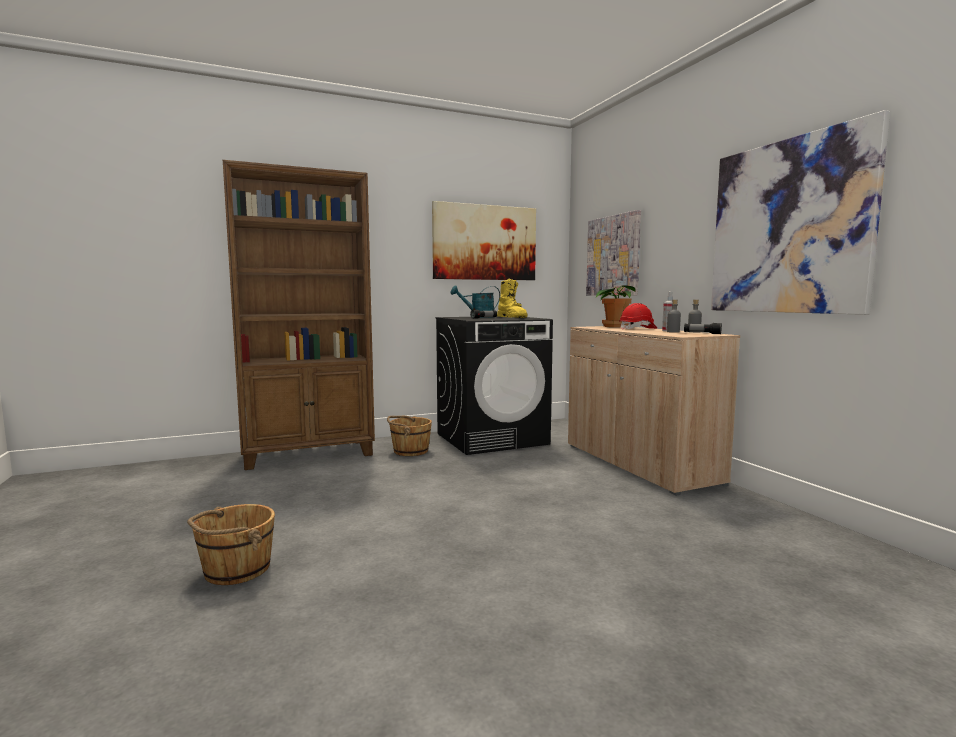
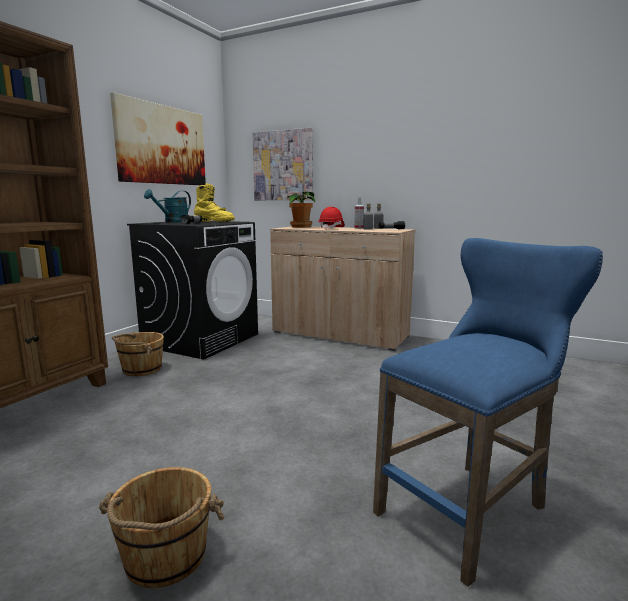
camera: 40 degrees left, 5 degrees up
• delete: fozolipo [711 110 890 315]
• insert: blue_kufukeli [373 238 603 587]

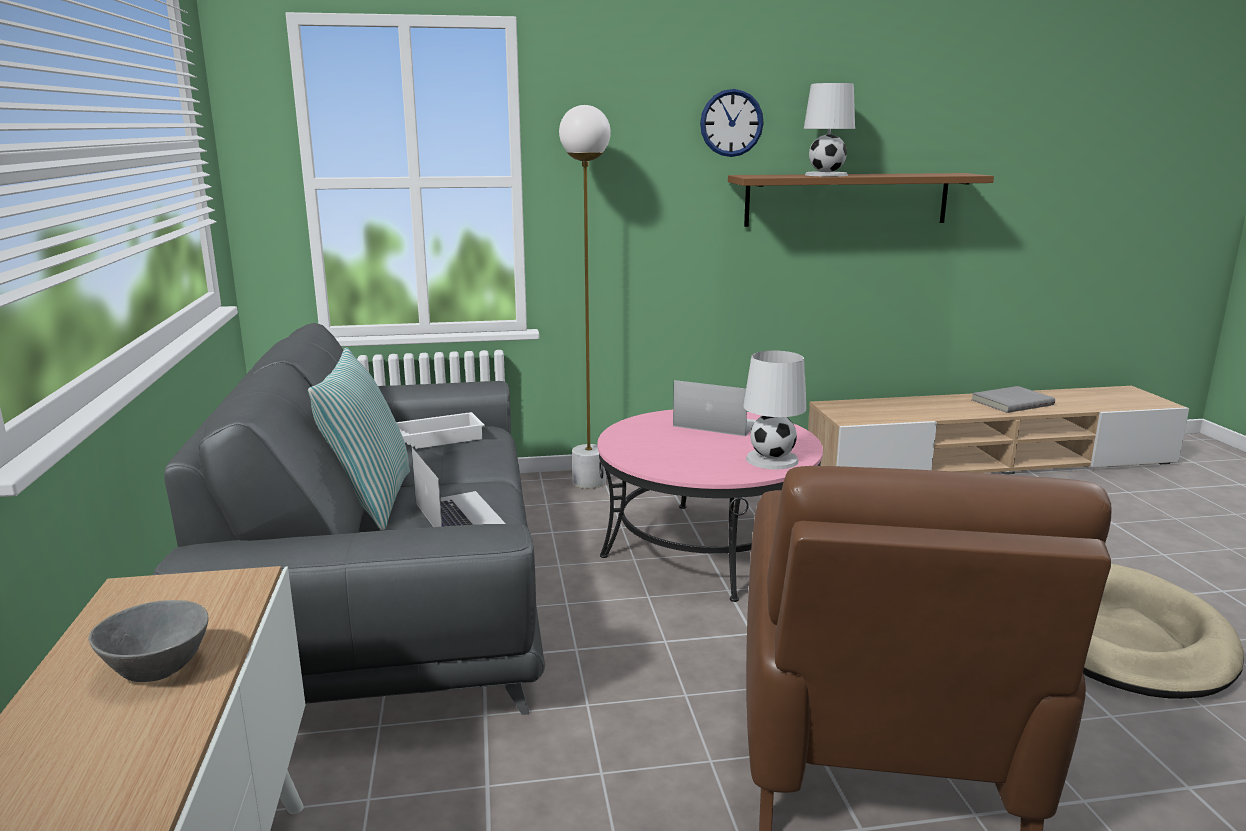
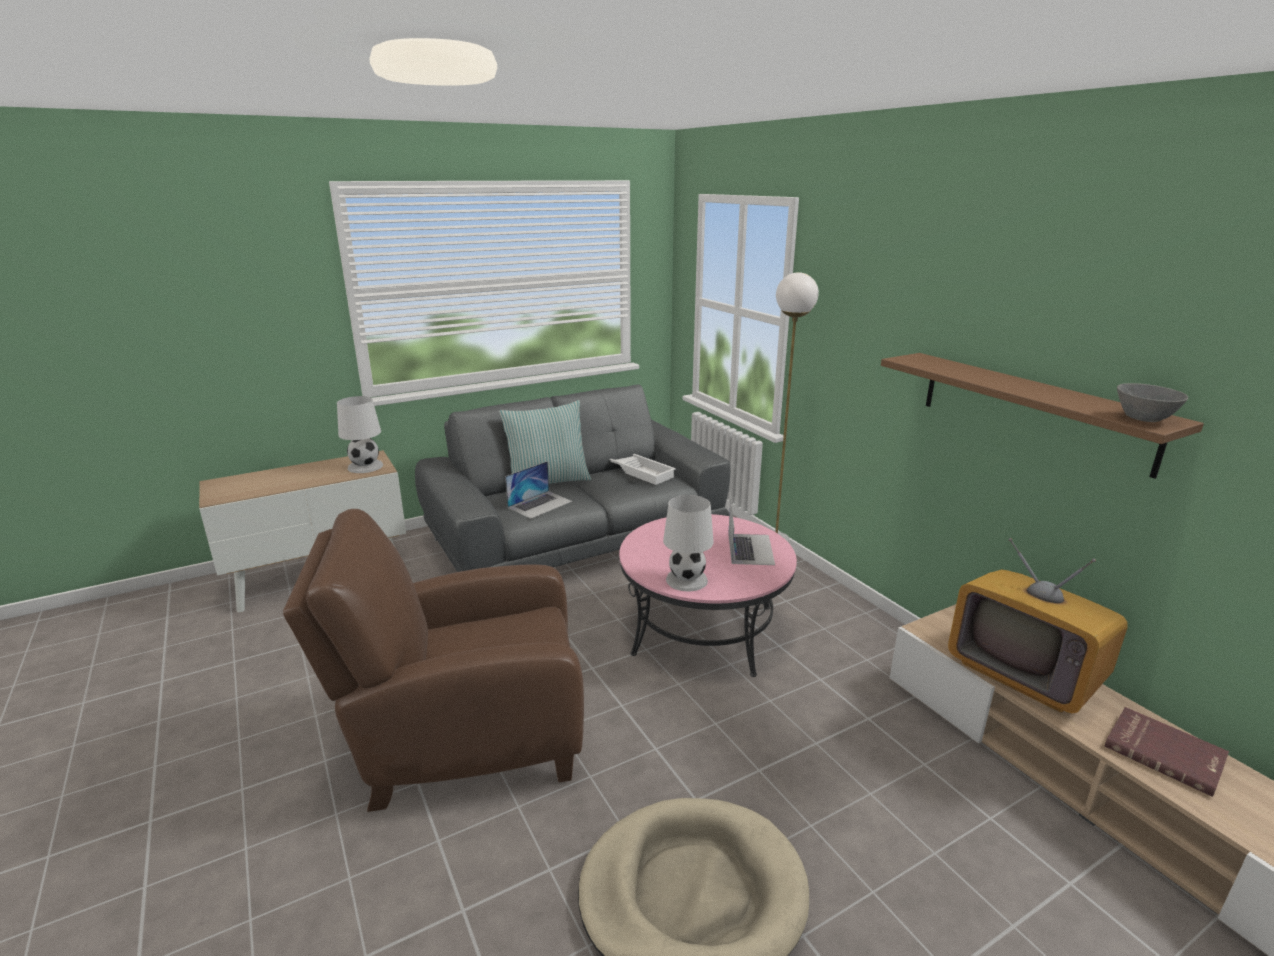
camera: 70 degrees right, 5 degrees up
• move: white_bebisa [804 83 855 177] to [337 396 383 473]
• delete: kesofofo [700 89 764 157]
• recolor: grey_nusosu [972 386 1055 413] to red_nusosu [1105 707 1229 797]
• move: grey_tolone [88 600 209 682] to [1117 383 1188 422]
• insert: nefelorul [948 538 1128 713]

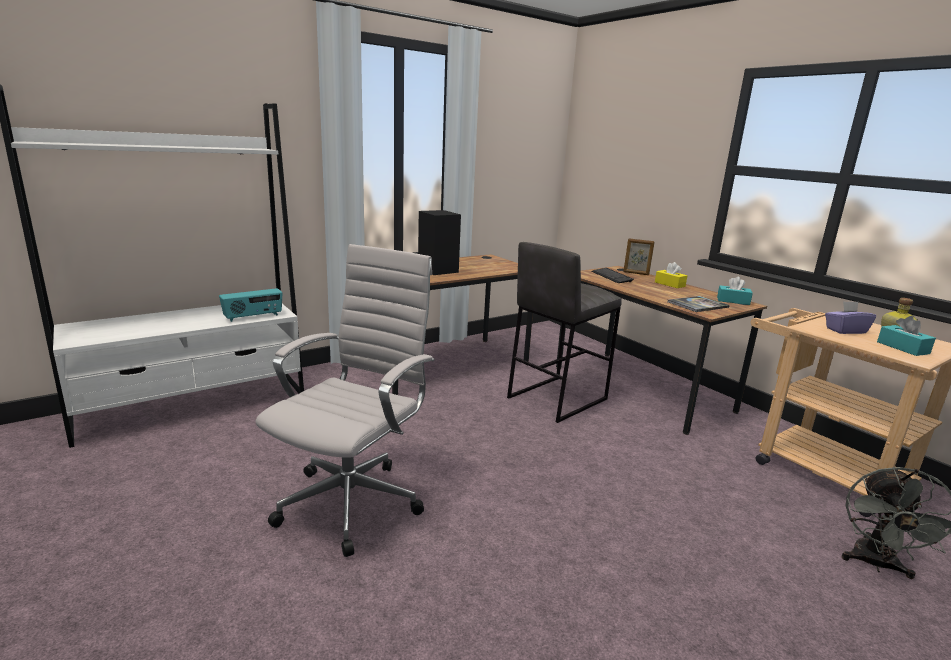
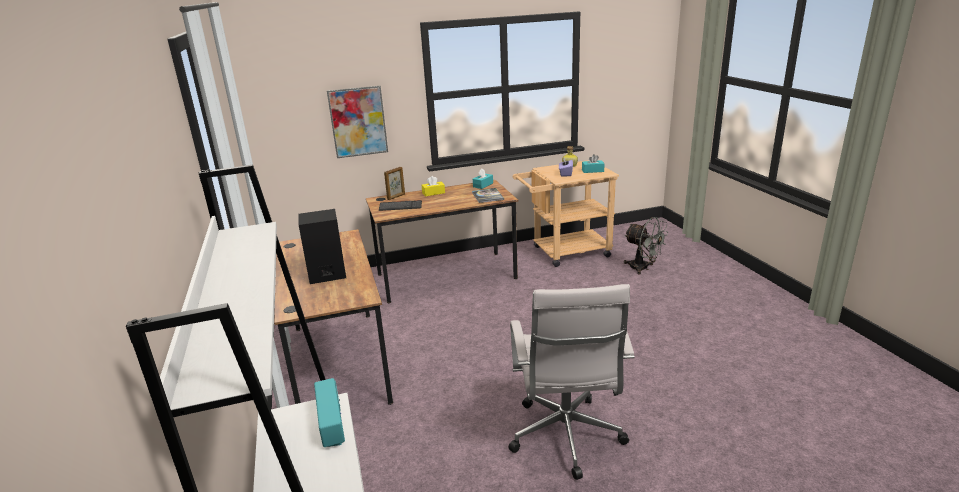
camera: 70 degrees left, 5 degrees up
• delete: grey_kufukeli [507 242 622 423]
• rotate: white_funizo [256 244 434 557] = [509 284 634 480] 135 degrees counterclockwise
• insert: fozolipo [327 86 388 158]

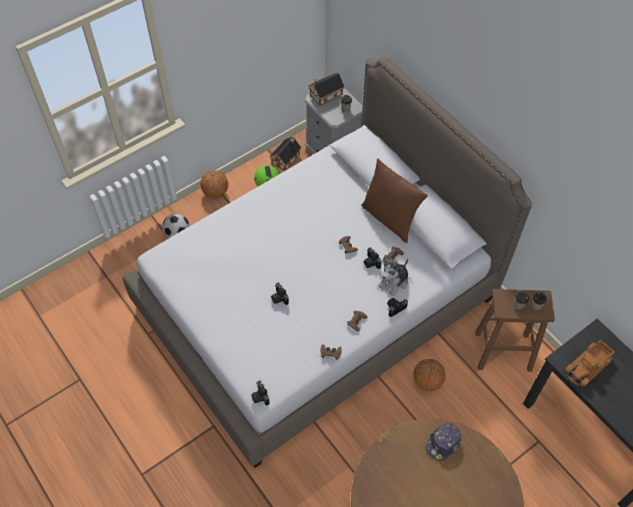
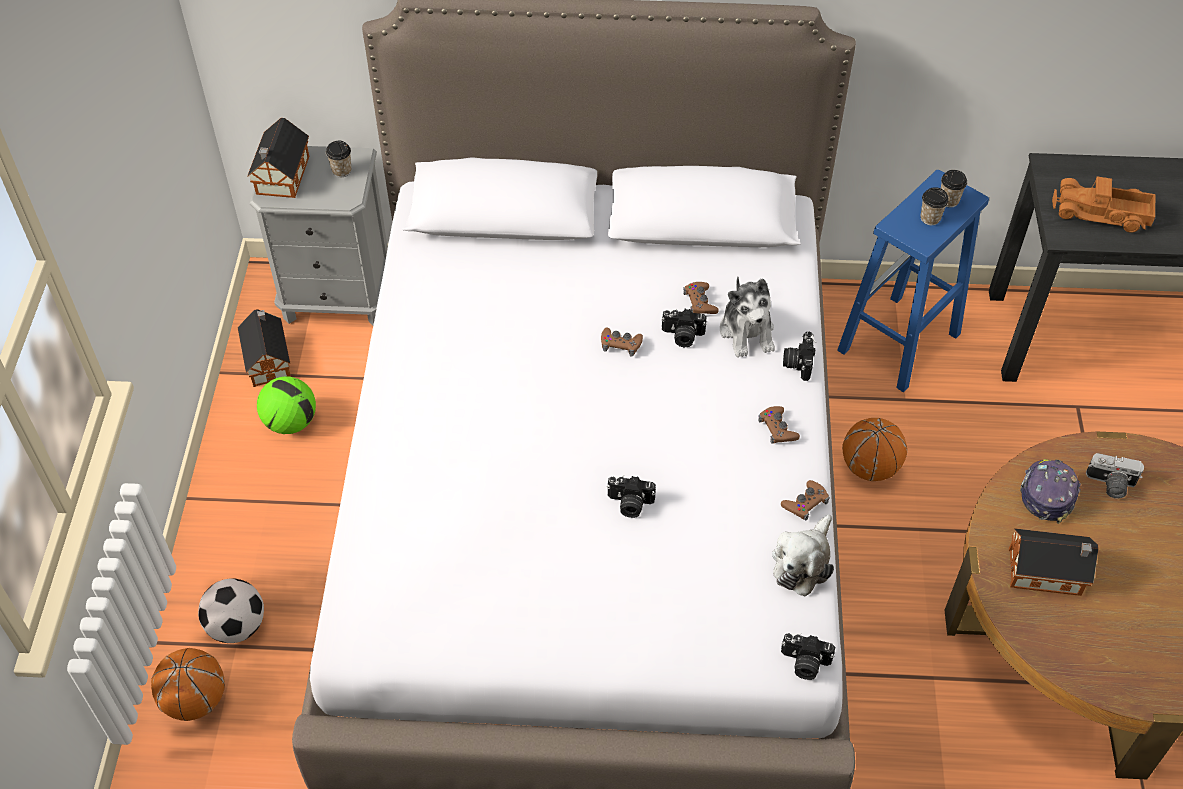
camera: 50 degrees left, 5 degrees down
• delete: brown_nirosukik [361 158 428 243]
• move: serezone [200 170 228 198] to [151 648 225 721]
• recolor: brown_kufukeli [475 289 555 372] to blue_kufukeli [837 170 989 392]
• rotate: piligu [565 340 615 387] = [1052 176 1155 233] 105 degrees clockwise
• rotate: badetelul [426 423 461 461] = [1020 459 1081 524] 150 degrees counterclockwise
• insert: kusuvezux [1086 453 1144 499]
• insert: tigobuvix [772 515 834 596]
• insert: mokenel [1009 528 1099 596]

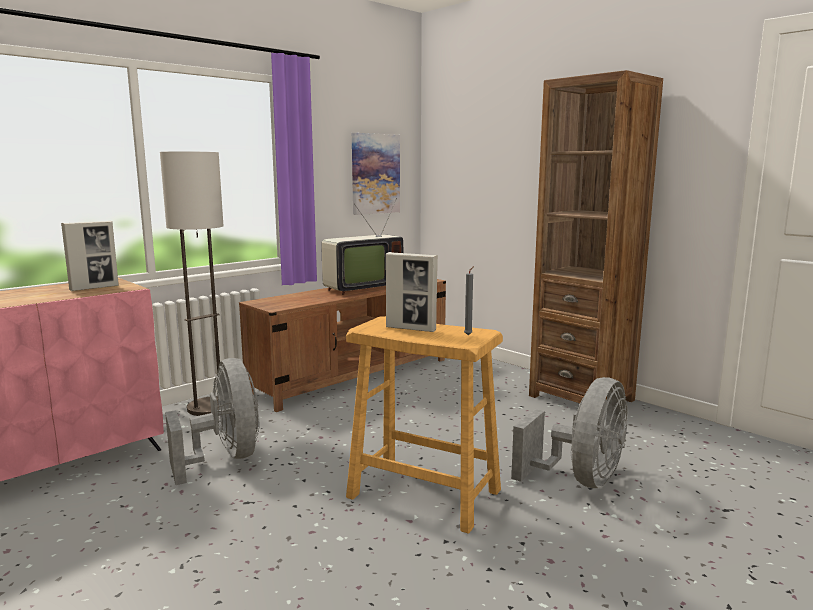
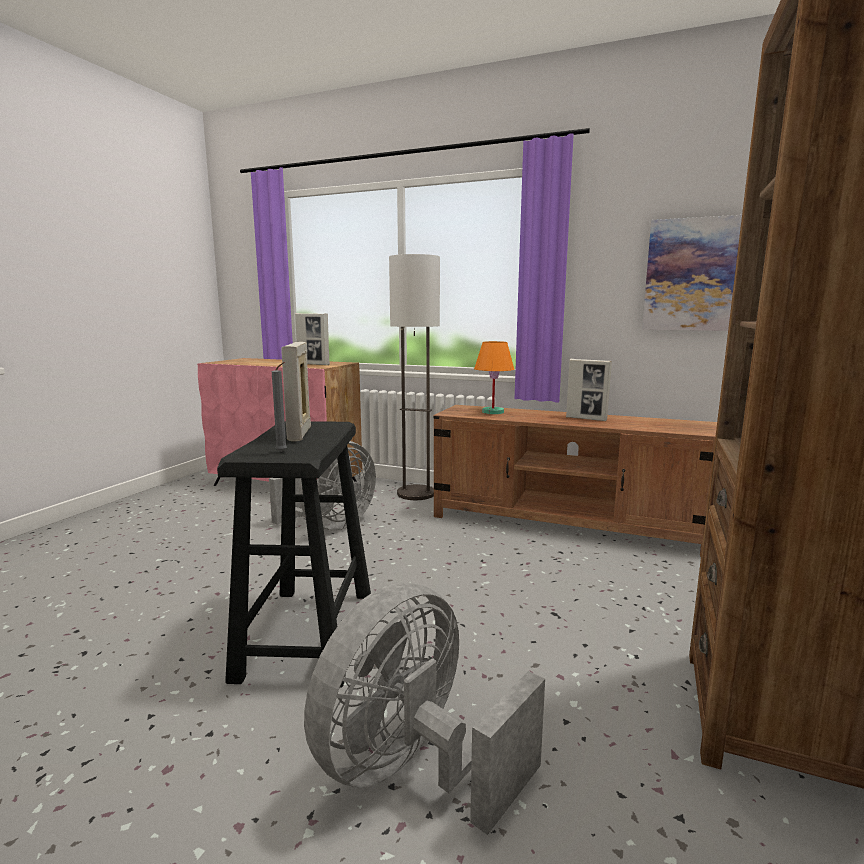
camera: 65 degrees right, 0 degrees up
• replace: nefelorul [321 198 403 295] to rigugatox [566 359 612 421]
• recolor: beige_kufukeli [346 316 503 534] to black_kufukeli [217 421 371 688]
• rotate: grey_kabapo [511 377 628 488] = [304 583 545 835] 120 degrees clockwise
• insert: orange_bebisa [474 341 514 414]

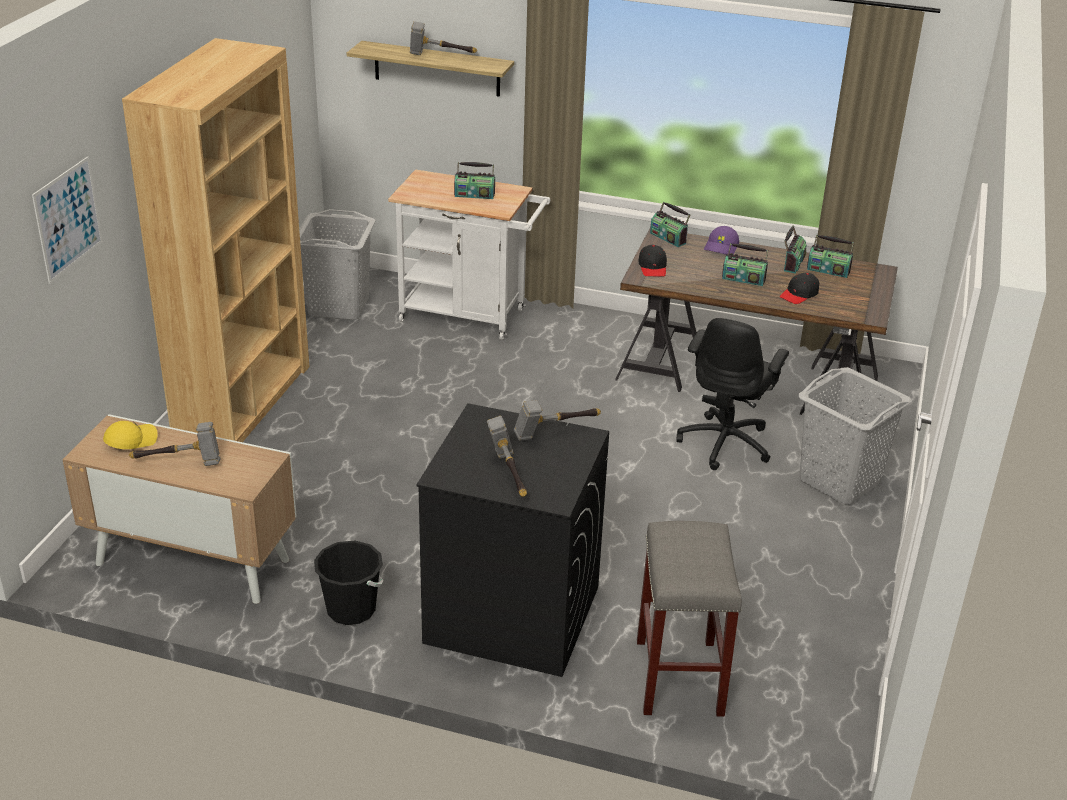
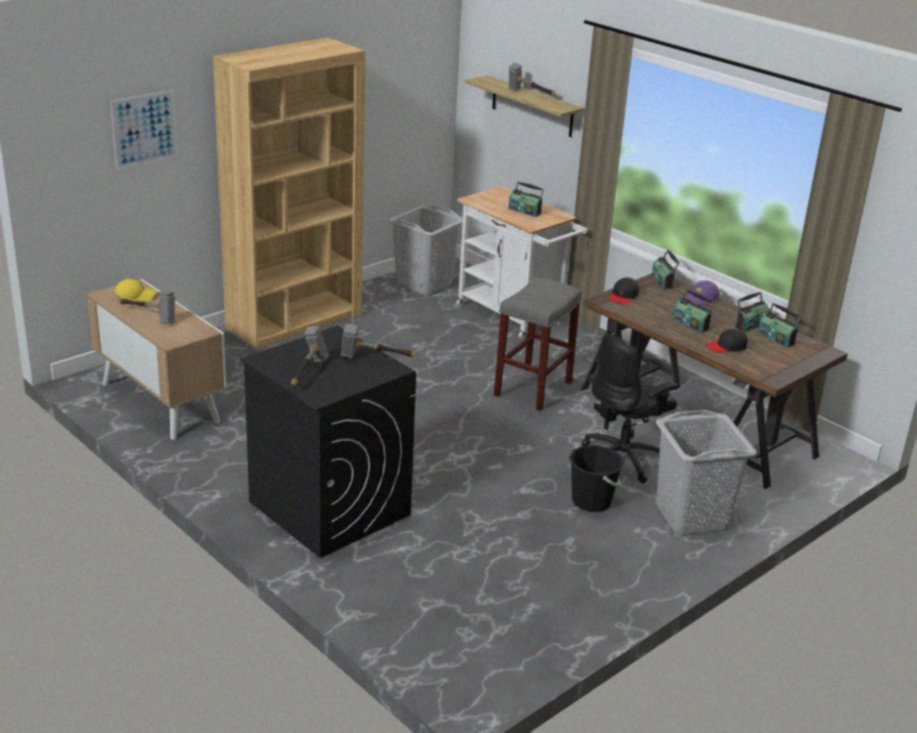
camera: 30 degrees right, 5 degrees down
• move: grey_kufukeli [637 521 742 717] to [494 277 582 411]
• move: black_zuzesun [314 541 384 625] to [569 445 625 512]

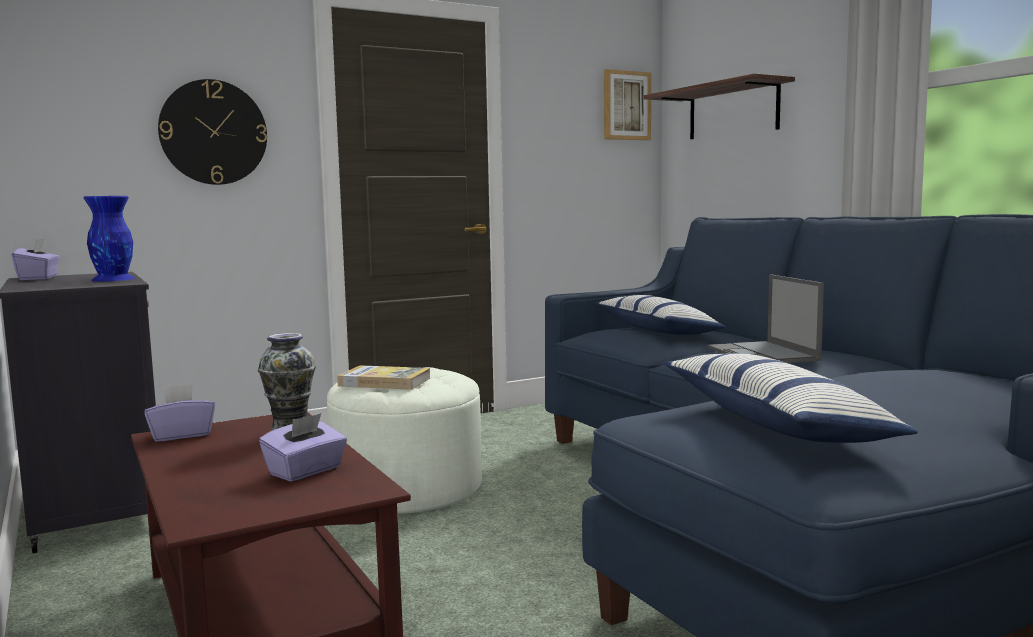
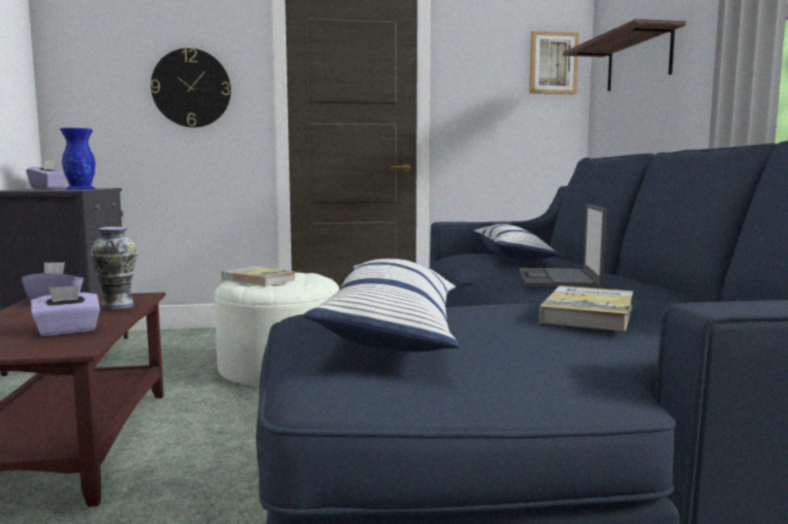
camera: 20 degrees right, 0 degrees up
• insert: nusosu [539 286 633 331]

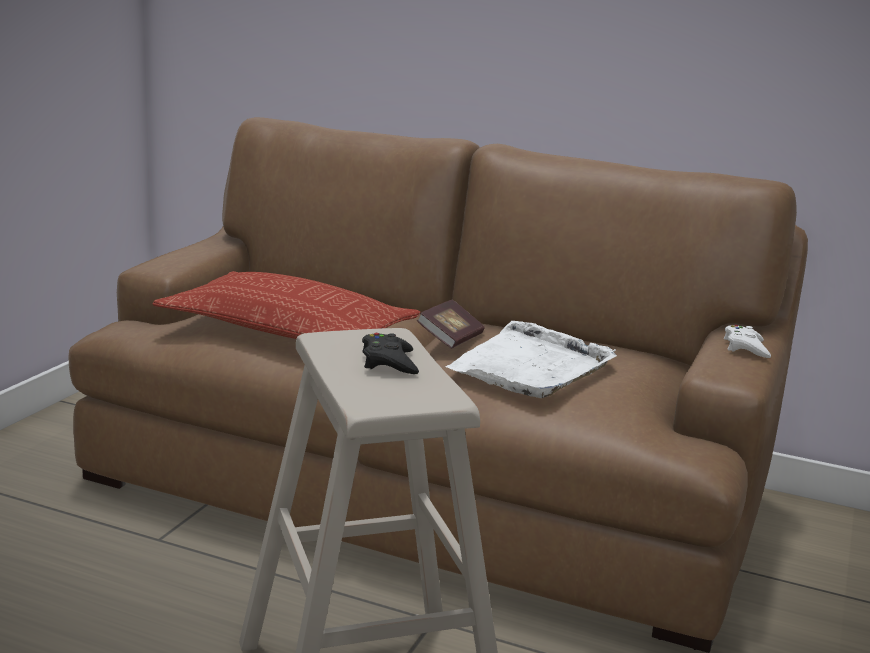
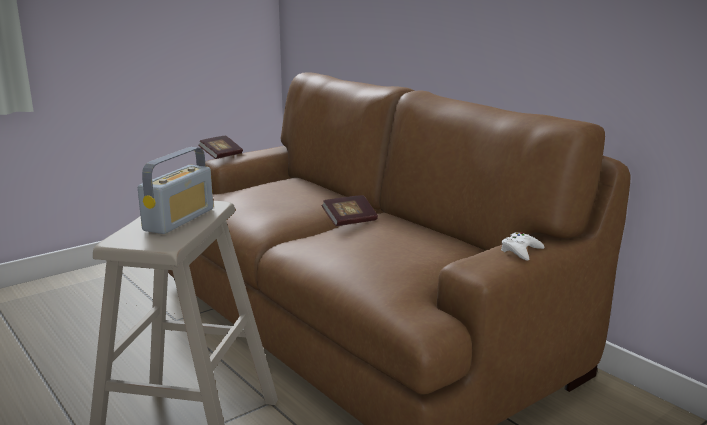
camera: 30 degrees right, 0 degrees up
• delete: nirosukik [152 271 421 339]
• delete: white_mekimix [445 321 617 398]
• replace: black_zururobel [362 333 419 374] to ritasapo [138 147 213 234]
• insert: nusosu [198 135 243 159]

